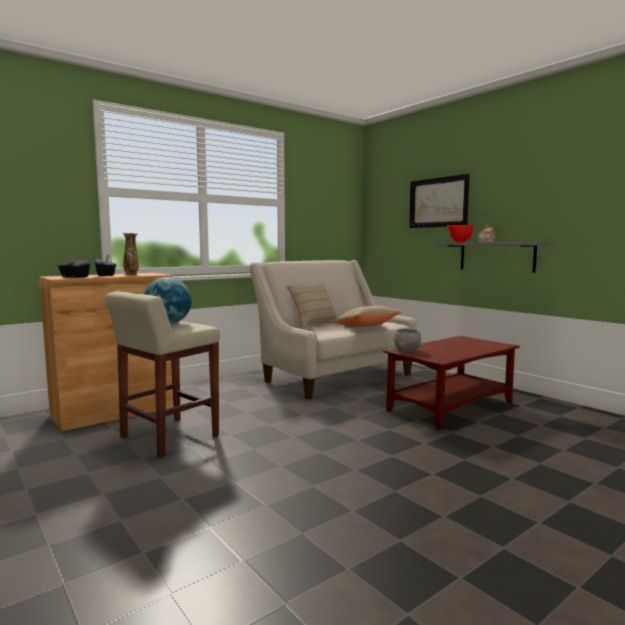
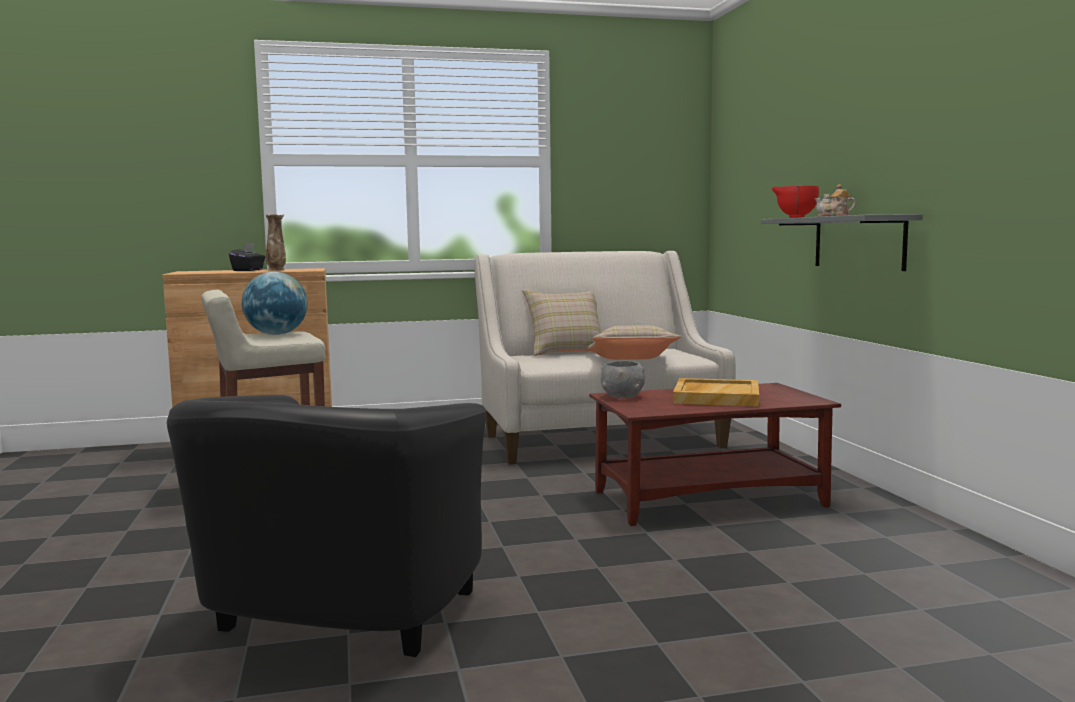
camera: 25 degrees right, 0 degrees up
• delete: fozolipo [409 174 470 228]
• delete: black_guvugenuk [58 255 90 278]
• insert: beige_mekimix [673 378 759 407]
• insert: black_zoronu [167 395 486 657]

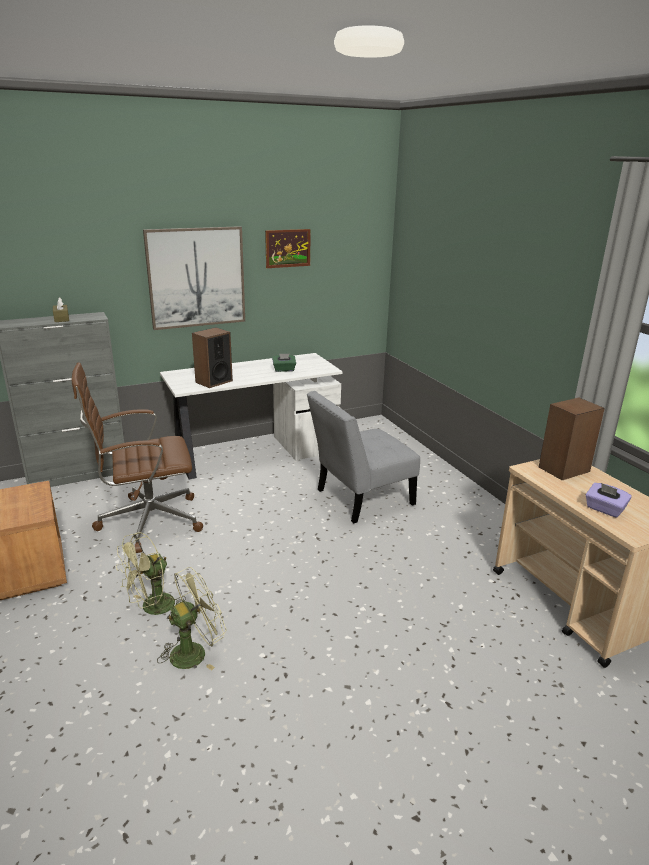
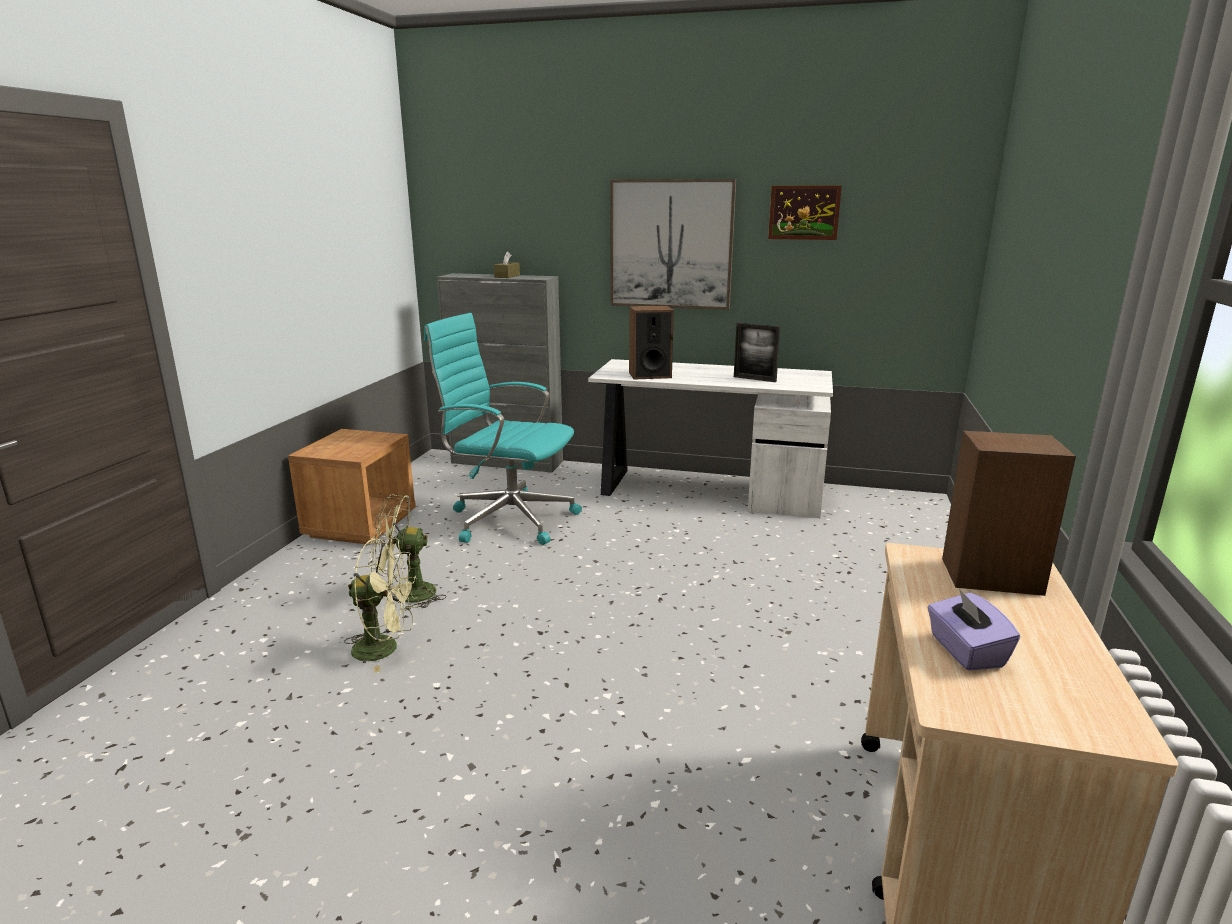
camera: 40 degrees right, 5 degrees down
• replace: green_guvugenuk [272 354 296 372] to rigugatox [734 323 781 382]
• recolor: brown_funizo [72 363 203 553] to turquoise_funizo [424 313 582 545]
• delete: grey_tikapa [307 391 420 523]

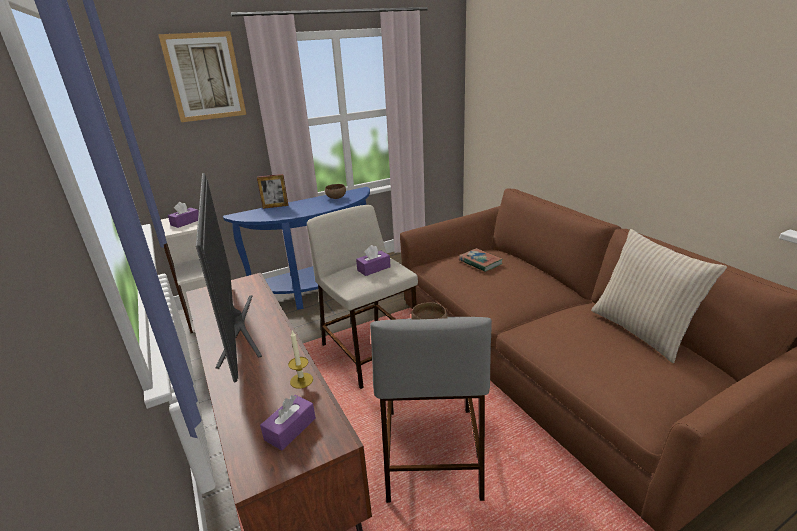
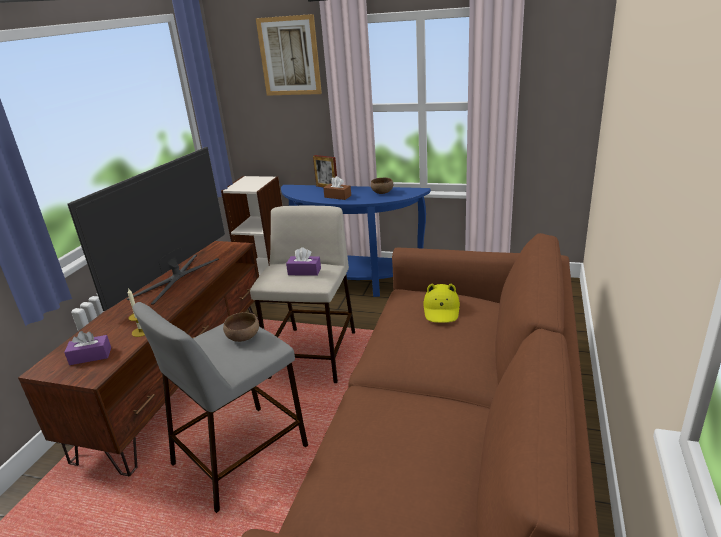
camera: 45 degrees right, 0 degrees up
• delete: purple_guvugenuk [168 202 199 228]
• delete: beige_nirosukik [591 229 727 363]
• replace: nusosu [459 248 503 272] to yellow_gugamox [423 283 460 323]
• insert: brown_guvugenuk [323 176 351 200]

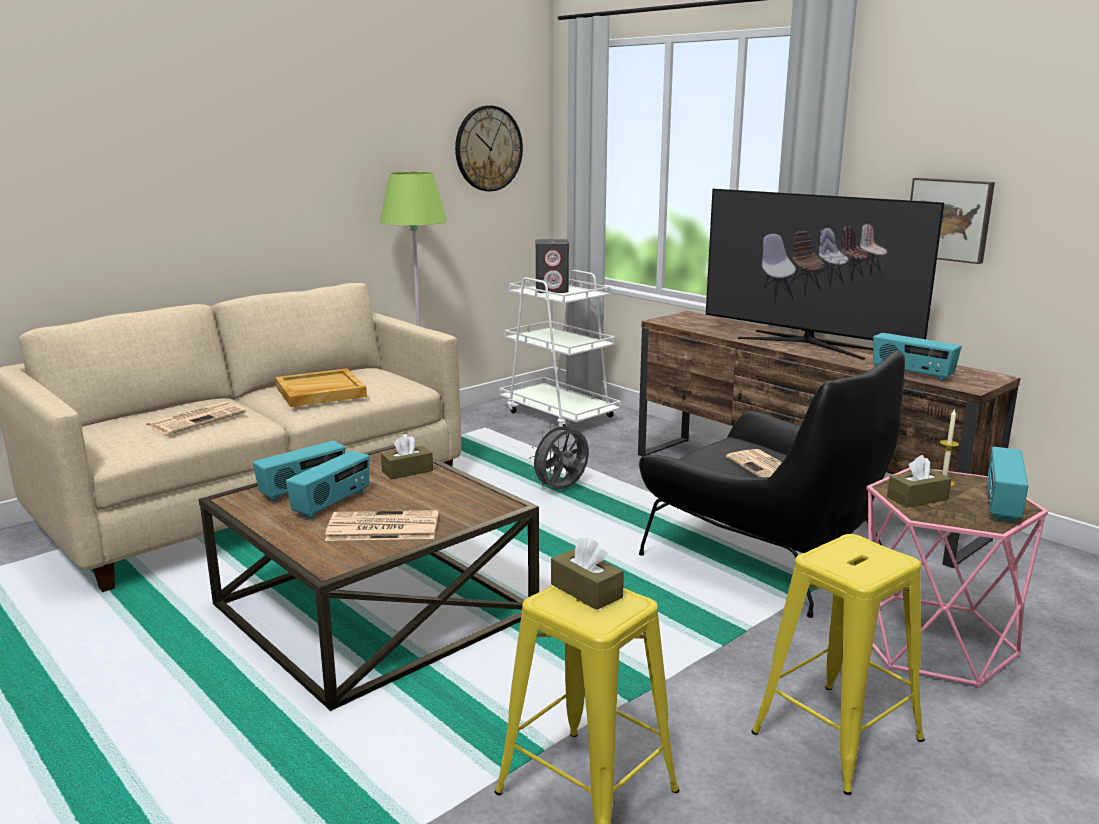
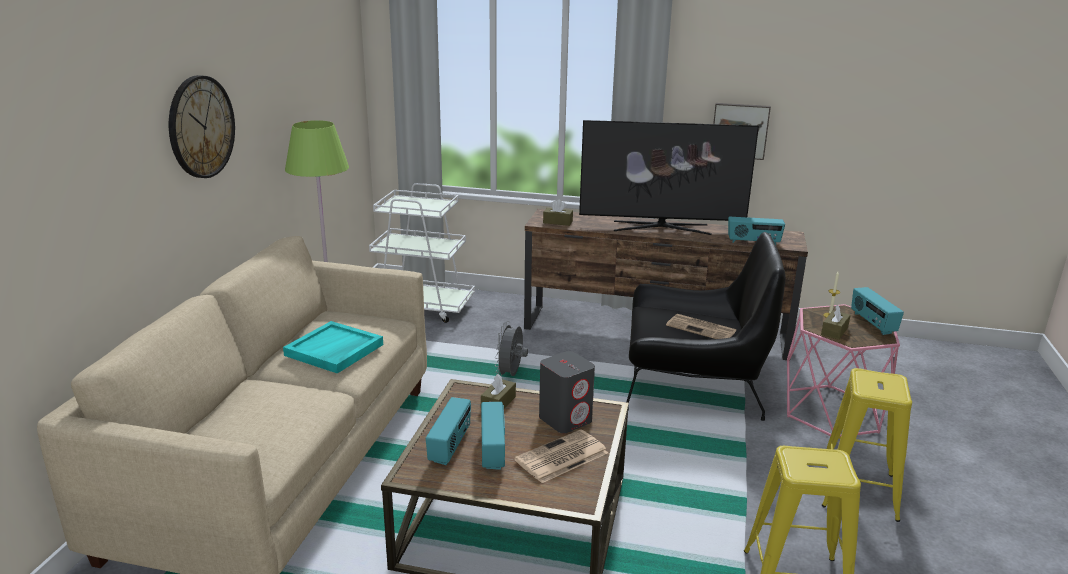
camera: 35 degrees left, 5 degrees up
• move: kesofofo [455 105 523 191] to [169 75 235 178]
• move: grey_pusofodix [536 239 569 293] to [539 351 595 433]
• recolor: beige_mekimix [275 368 367 407] to turquoise_mekimix [283 321 383 374]
• delete: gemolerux [144 402 246 435]
• move: brown_guvugenuk [551 537 624 610] to [543 199 573 226]

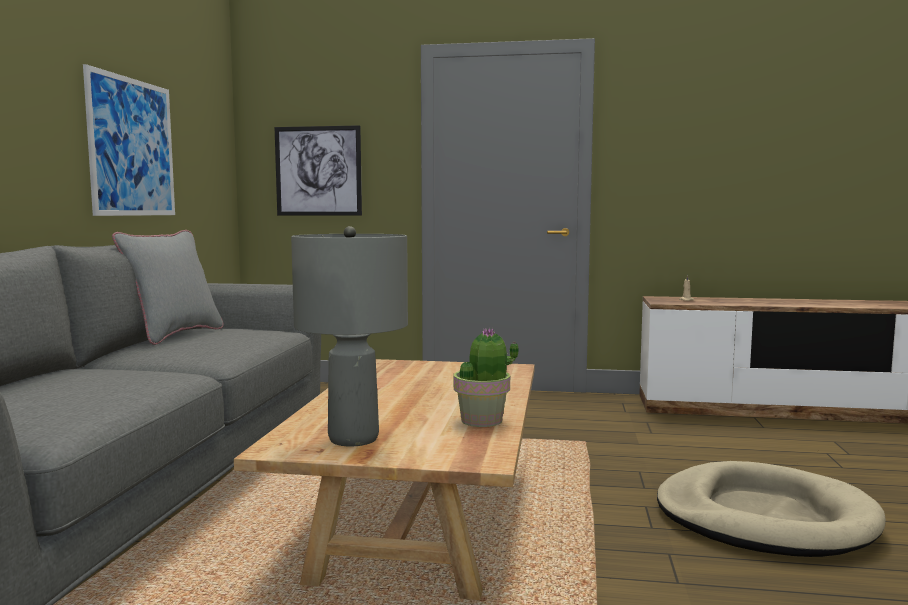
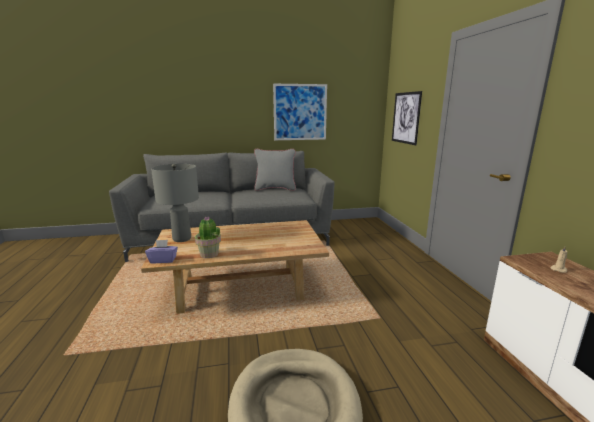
camera: 70 degrees right, 10 degrees up
• insert: purple_guvugenuk [145 240 178 264]

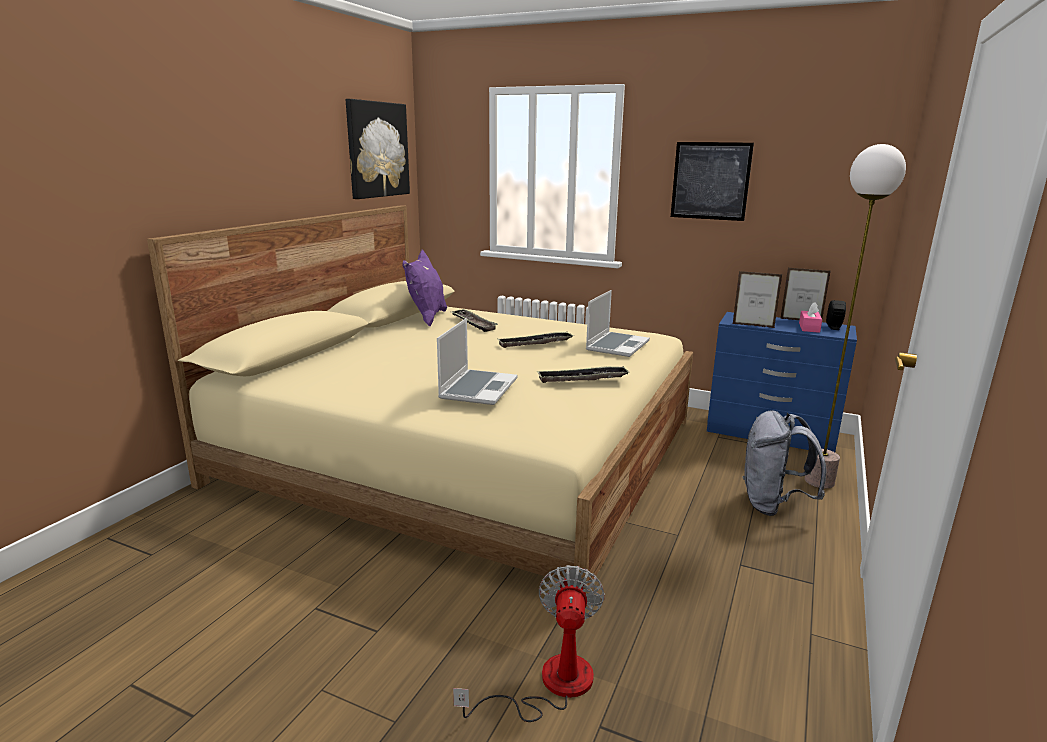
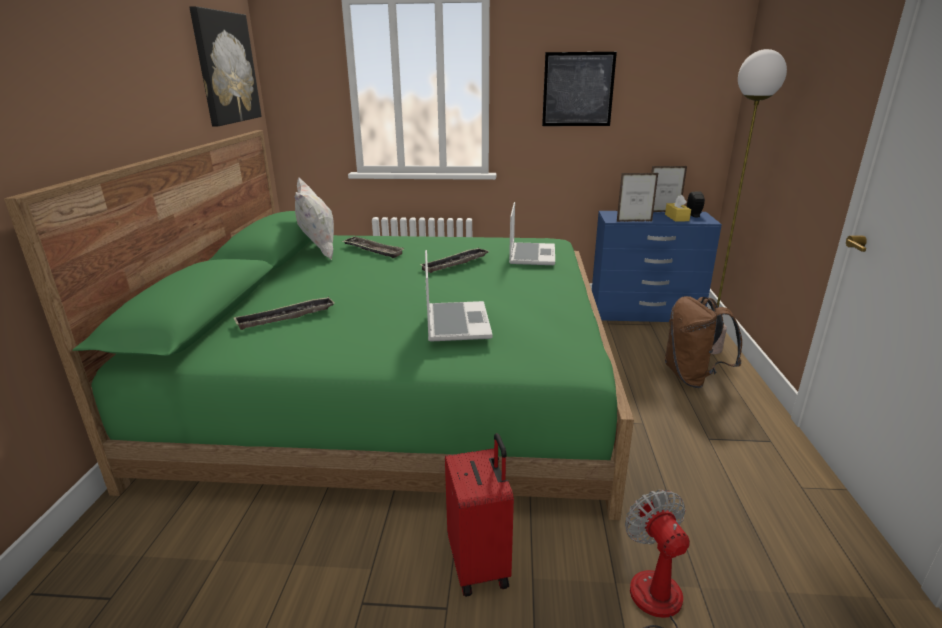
camera: 20 degrees left, 5 degrees up
• recolor: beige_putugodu [147 205 693 594] to green_putugodu [4 130 634 520]
• recolor: purple_nirosukik [402 250 447 326] to white_nirosukik [295 177 334 259]
• recolor: pink_guvugenuk [799 302 822 333] to yellow_guvugenuk [665 195 691 222]
• move: mekimix [537 366 630 383] to [234 297 335 330]
• recolor: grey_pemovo [742 410 826 516] to brown_pemovo [665 296 742 388]
• insert: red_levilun [445 433 514 597]

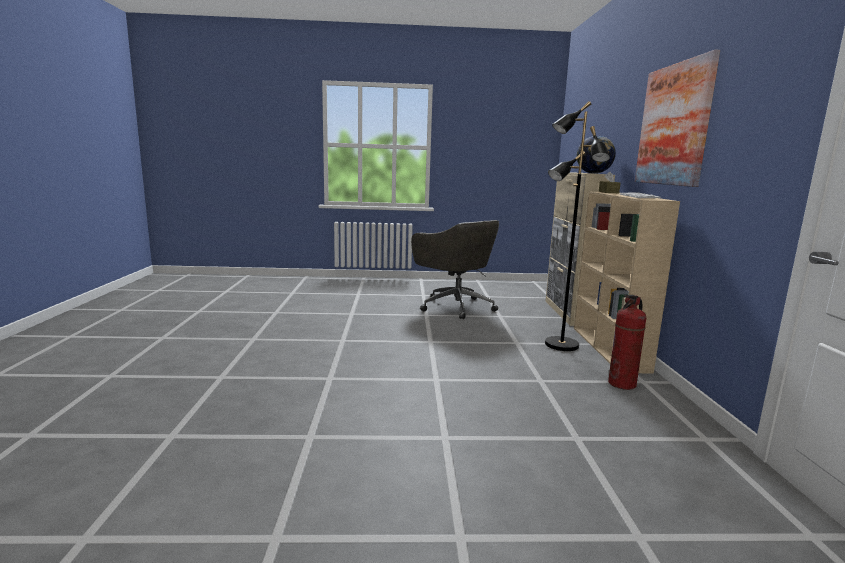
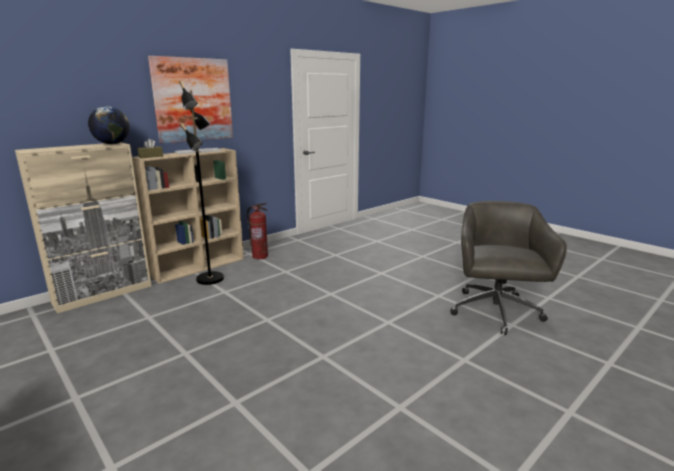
camera: 130 degrees left, 5 degrees up
• move: grey_funizo [411 220 499 319] to [450 201 567 335]

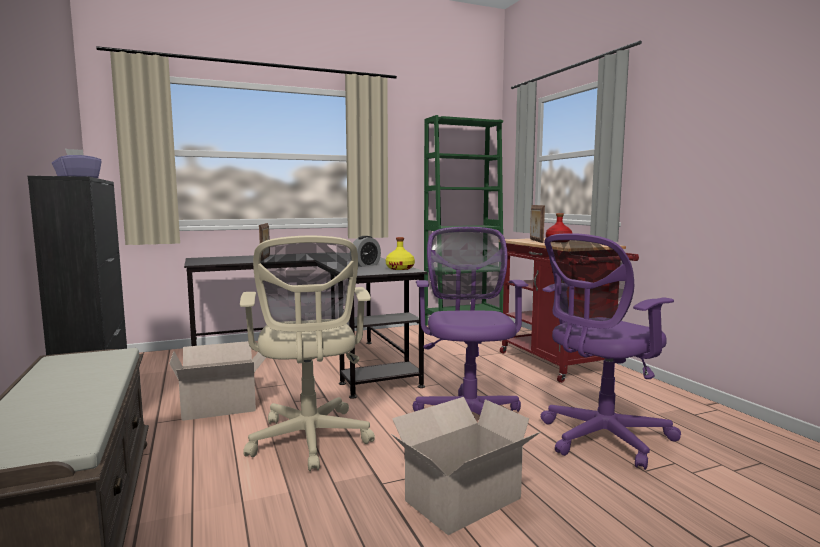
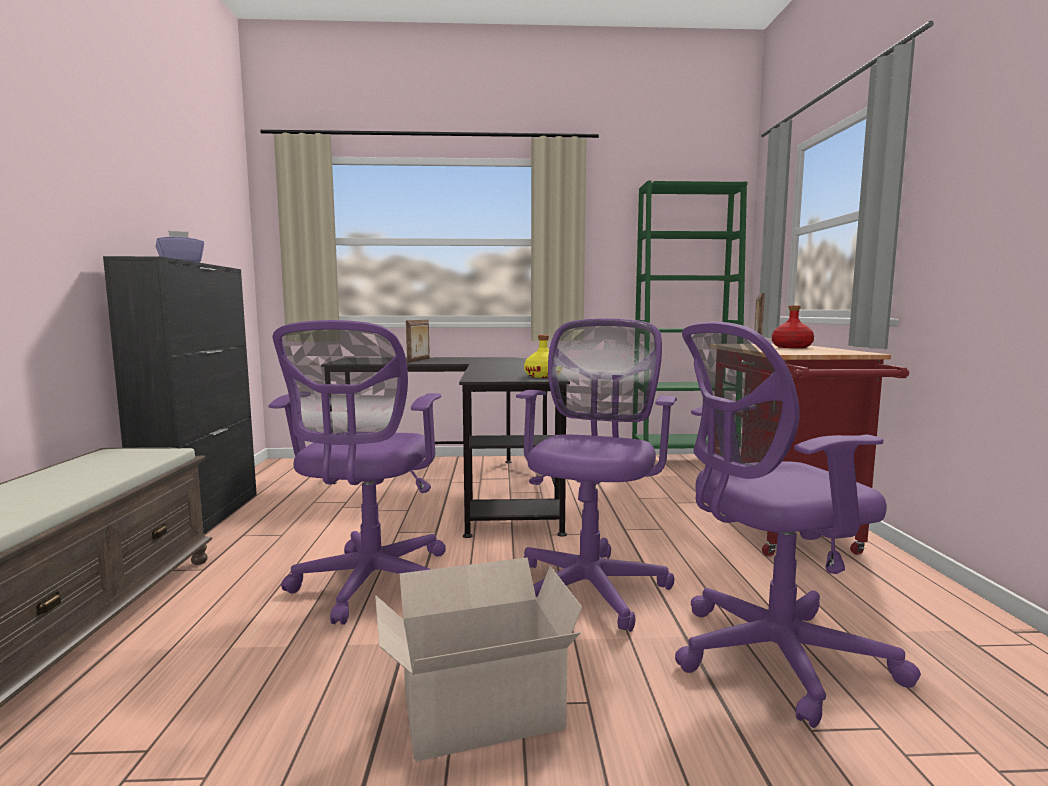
camera: 20 degrees right, 0 degrees up
• recolor: beige_funizo [240 236 375 471] to purple_funizo [268 320 446 625]
• delete: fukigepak [353 236 381 267]
• delete: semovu [169 341 266 421]

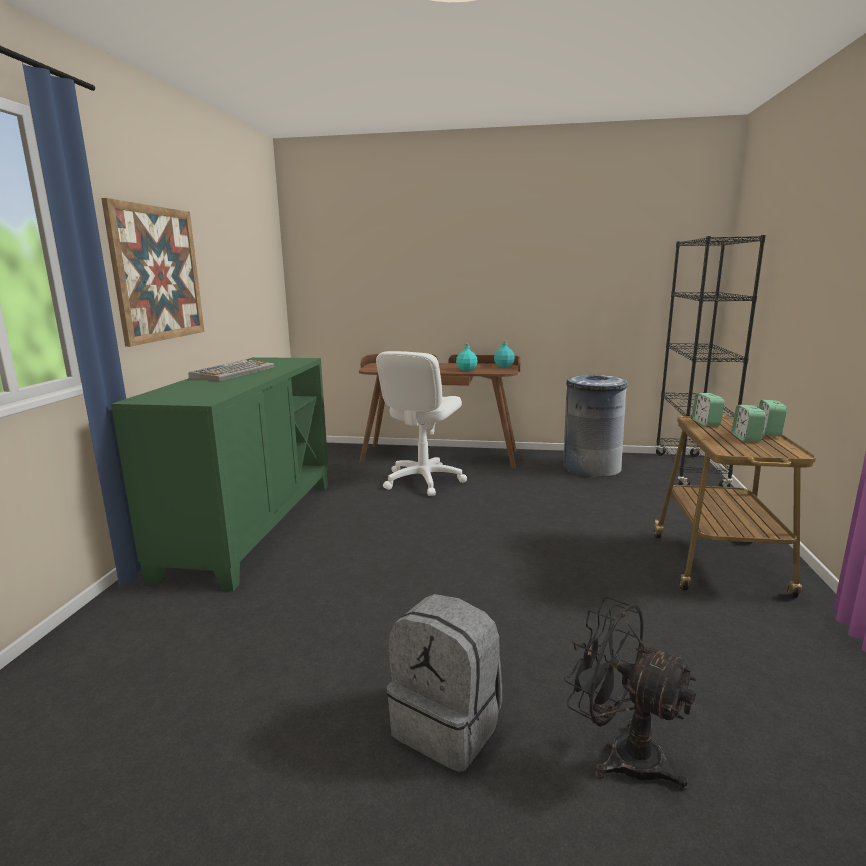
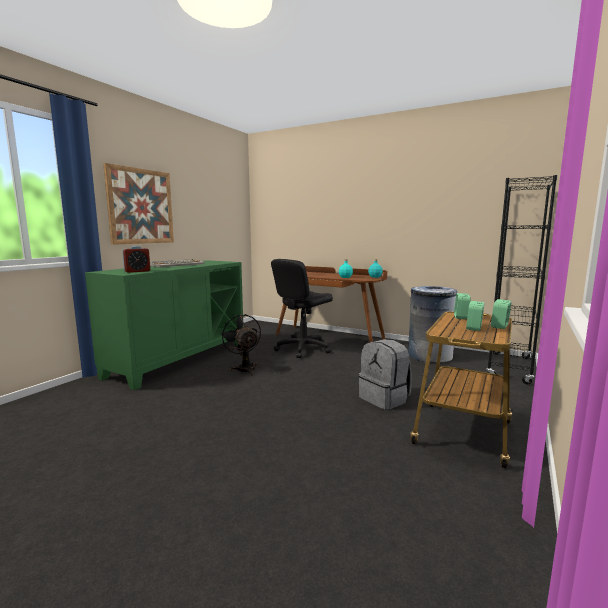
camera: 20 degrees right, 5 degrees down
• recolor: white_funizo [376 351 467 496] to black_funizo [271 259 333 358]
• move: grey_pemovo [387 594 502 772] to [358 339 412 410]
• move: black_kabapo [564 597 696 791] to [220 314 261 375]
• insert: fukigepak [122 246 150 273]

